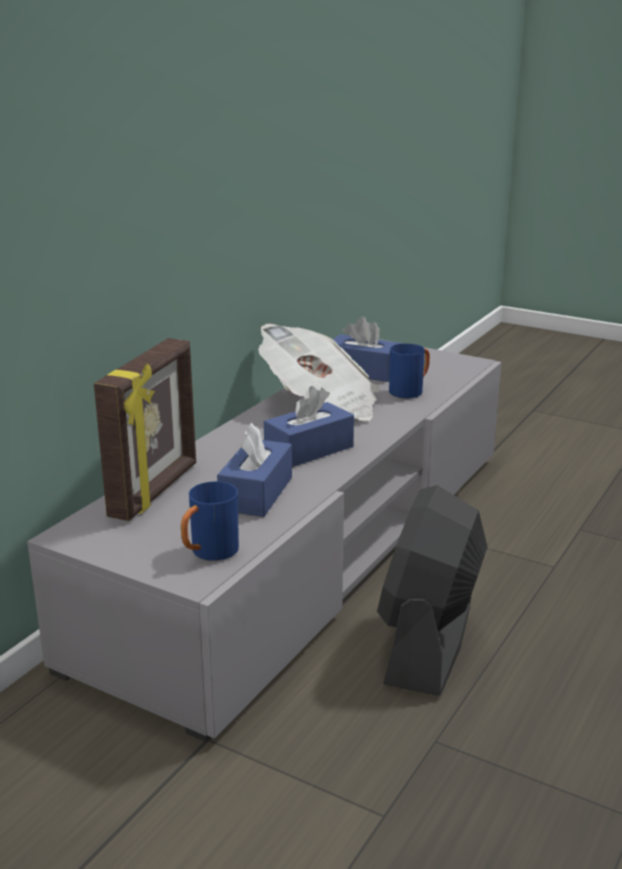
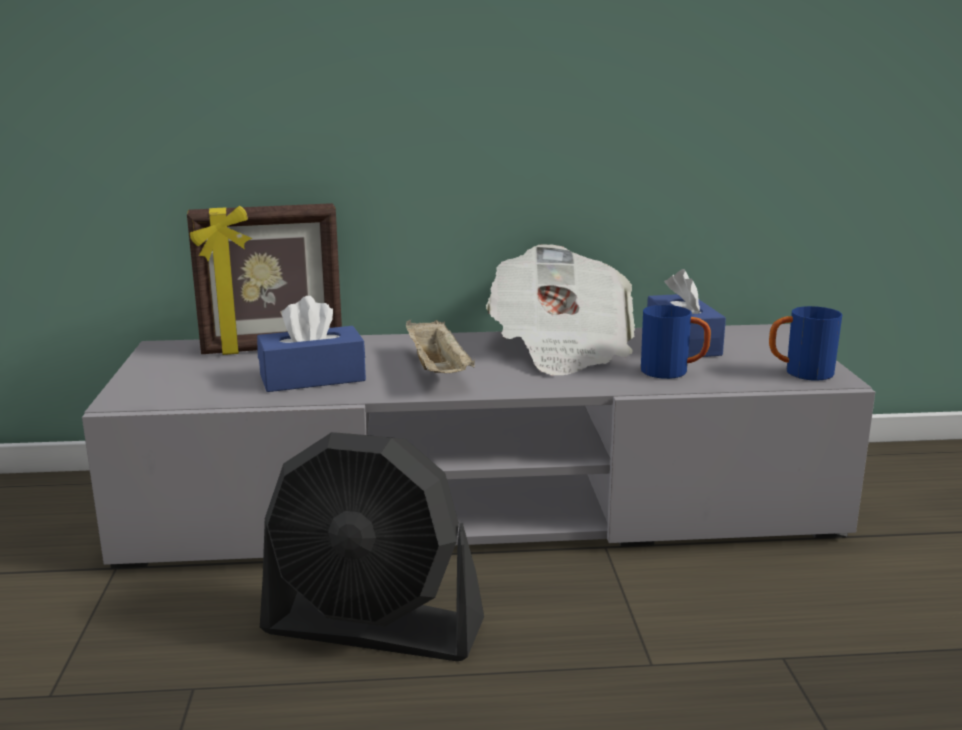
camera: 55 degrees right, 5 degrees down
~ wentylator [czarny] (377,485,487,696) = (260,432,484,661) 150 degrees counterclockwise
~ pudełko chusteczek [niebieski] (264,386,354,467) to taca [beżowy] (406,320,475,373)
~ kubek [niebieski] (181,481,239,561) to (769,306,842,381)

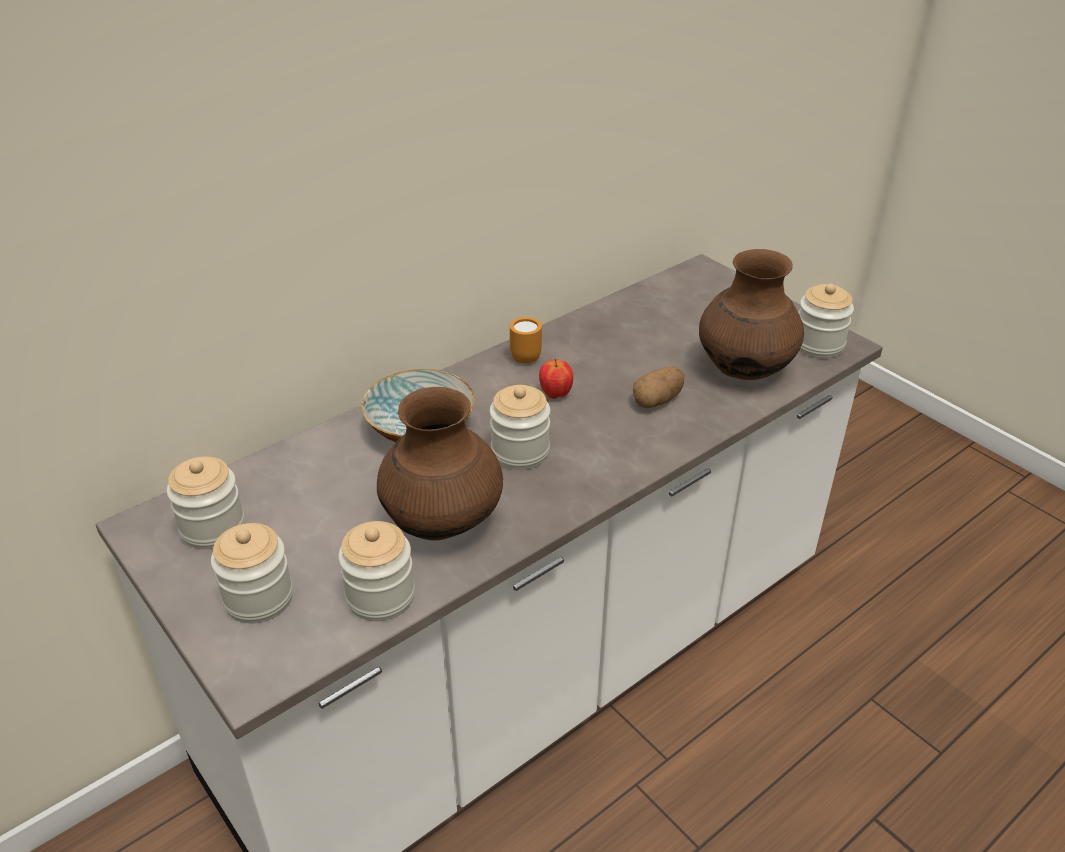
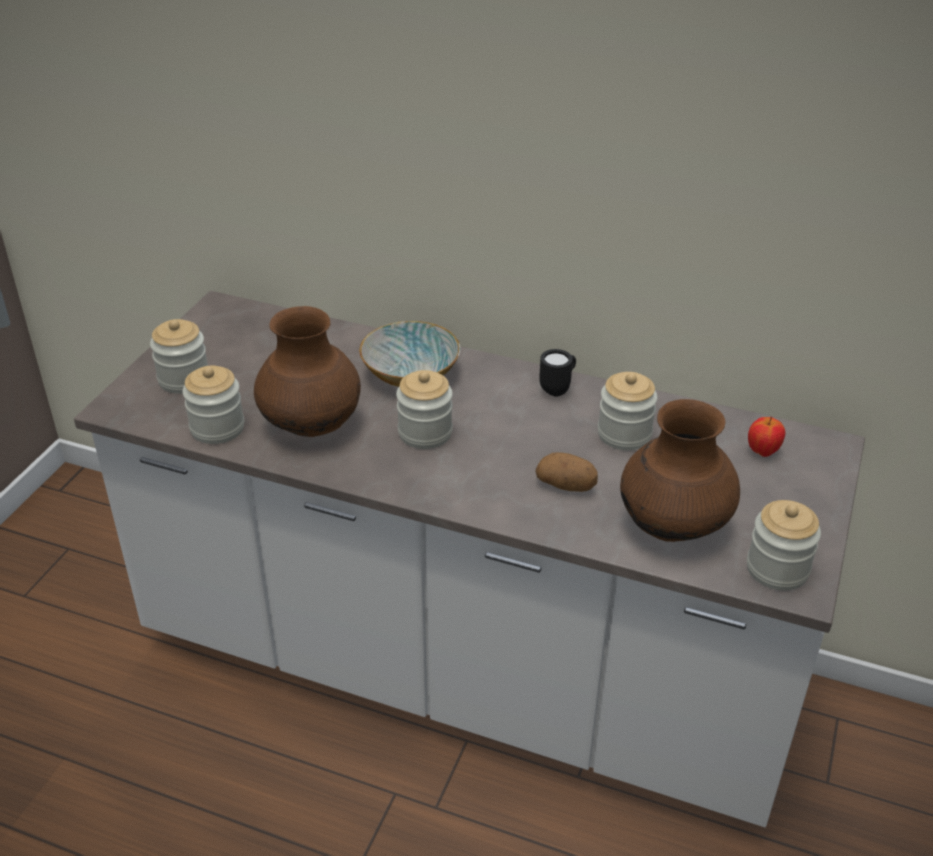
camera: 60 degrees right, 0 degrees up
~ kubek [pomarańczowy] (510,317,542,363) to kubek [czarny] (539,349,576,397)
~ słoik (167,457,245,549) to (598,372,658,450)
~ jabłko (539,359,573,399) to (748,417,785,457)

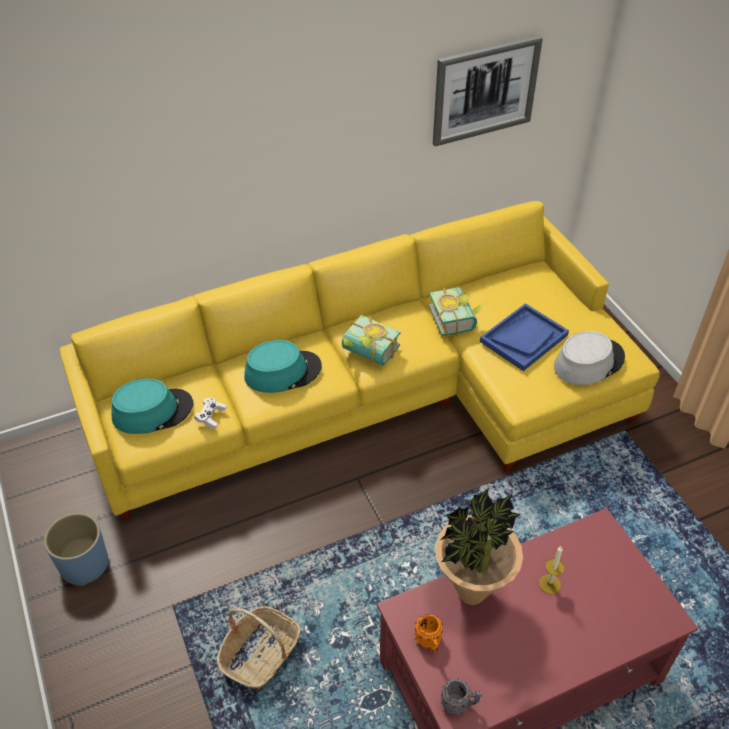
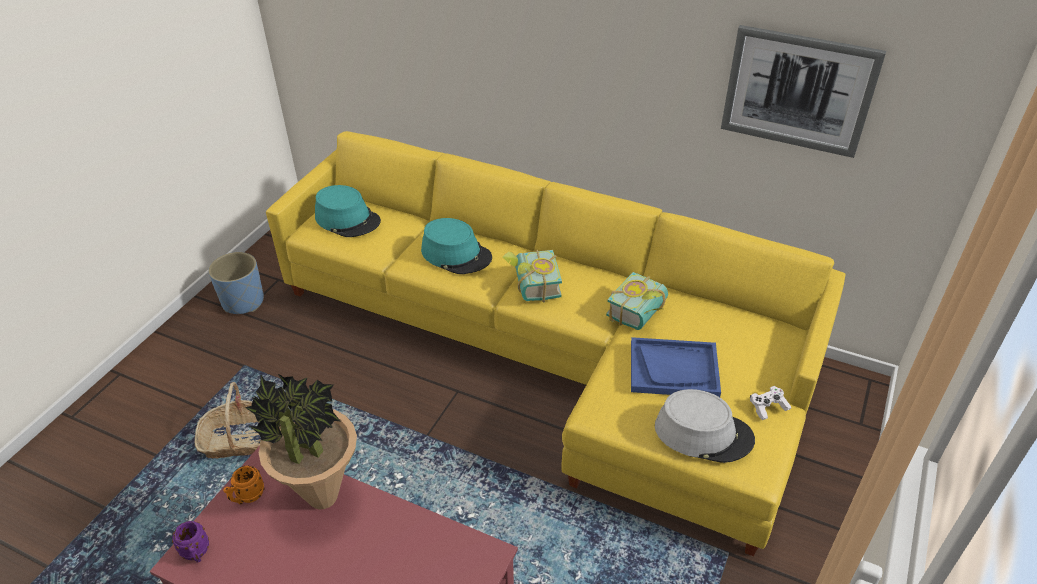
camera: 50 degrees right, 5 degrees down
~ kubek [szary] (441,678,482,715) to kubek [fioletowy] (172,521,209,563)
~ pad do gier [biały] (194,398,227,429) to (750,386,791,420)
- świeca (539,546,565,594)

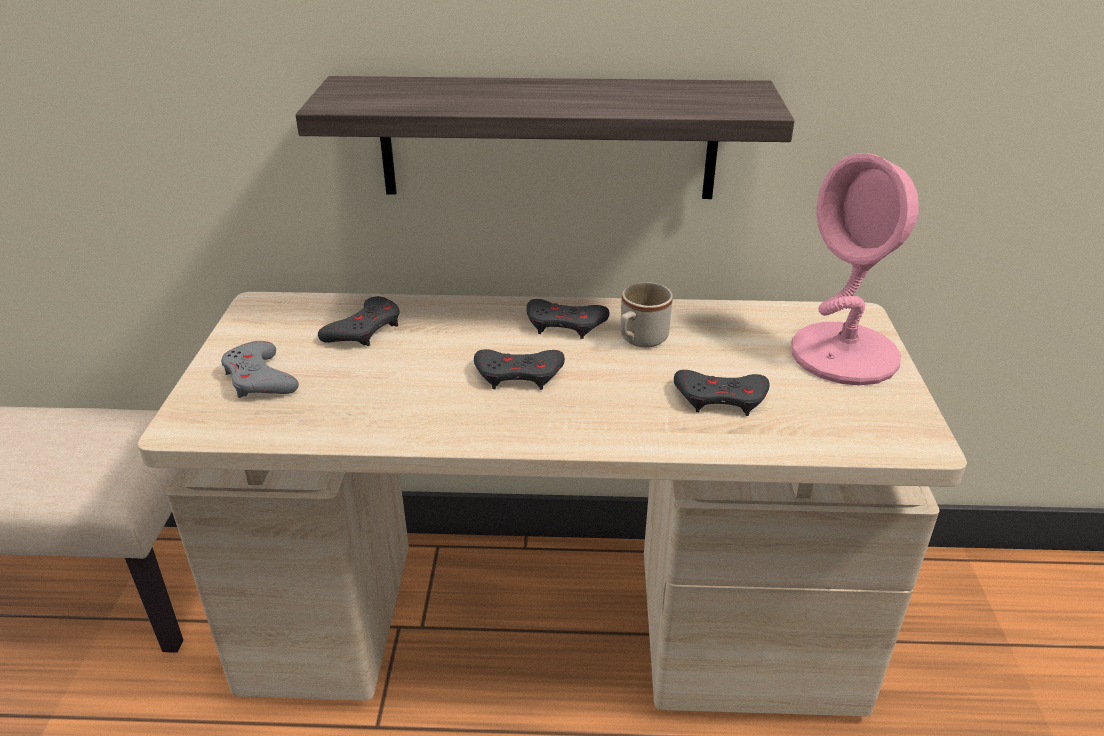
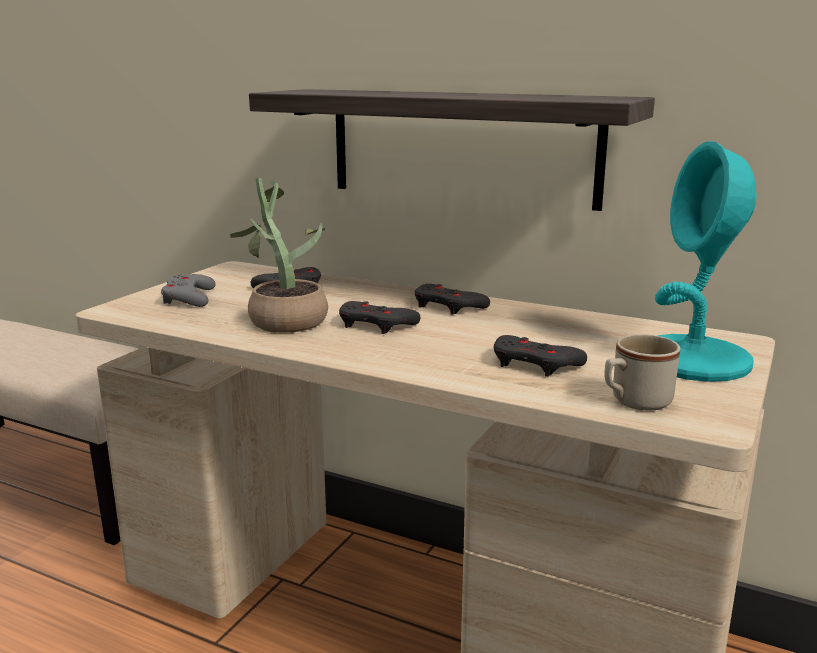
camera: 25 degrees right, 15 degrees down
+ roślina doniczkowa (230,178,328,333)
~ kubek [beżowy] (620,282,673,347) to (604,334,681,411)
~ lampa stołowa [różowy] (791,153,919,386) to lampa stołowa [turkusowy] (655,141,757,382)

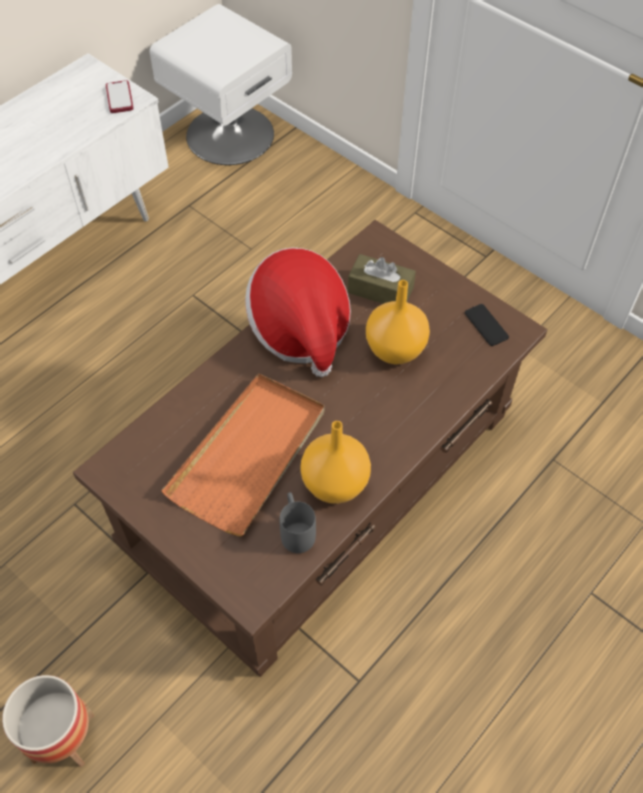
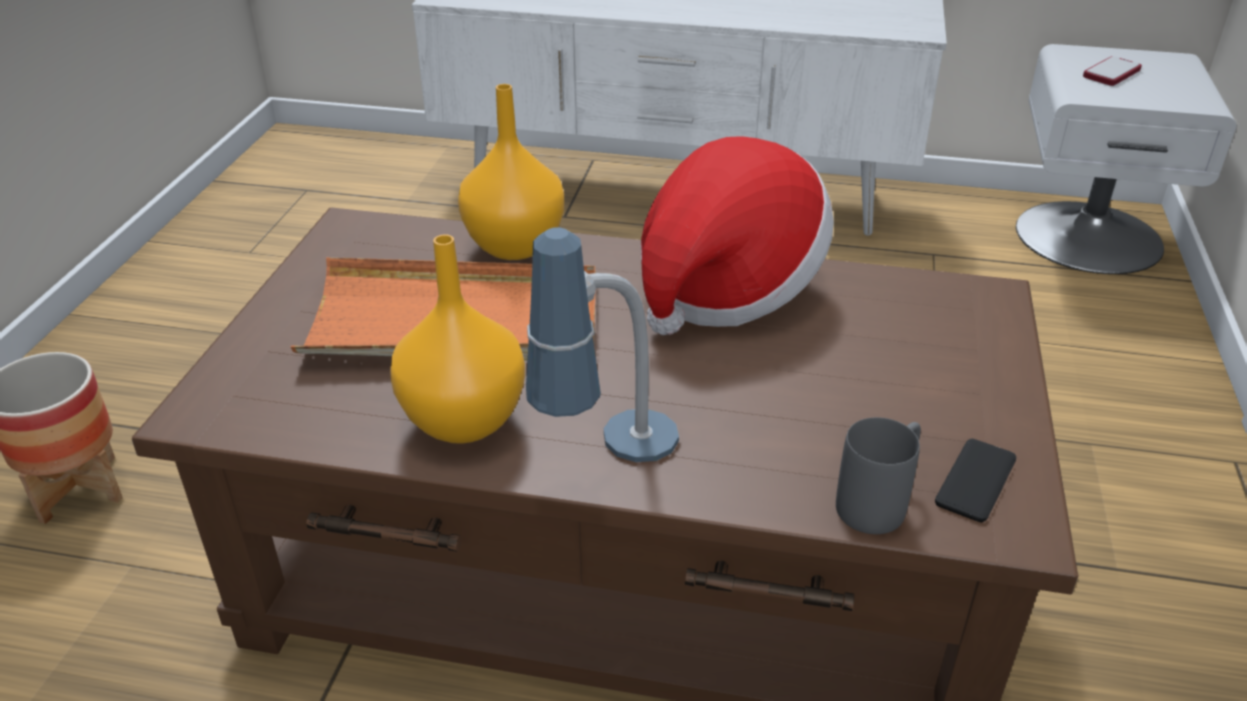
camera: 60 degrees right, 20 degrees down
~ wazon [pomarańczowy] (366,280,430,364) to (458,84,564,260)
+ lampa stołowa (526,227,679,462)
~ kubek [szary] (280,492,316,553) to (836,417,921,534)
~ telefon (106,80,134,113) to (1083,56,1142,86)
- pudełko chusteczek [brązowy] (348,254,416,304)

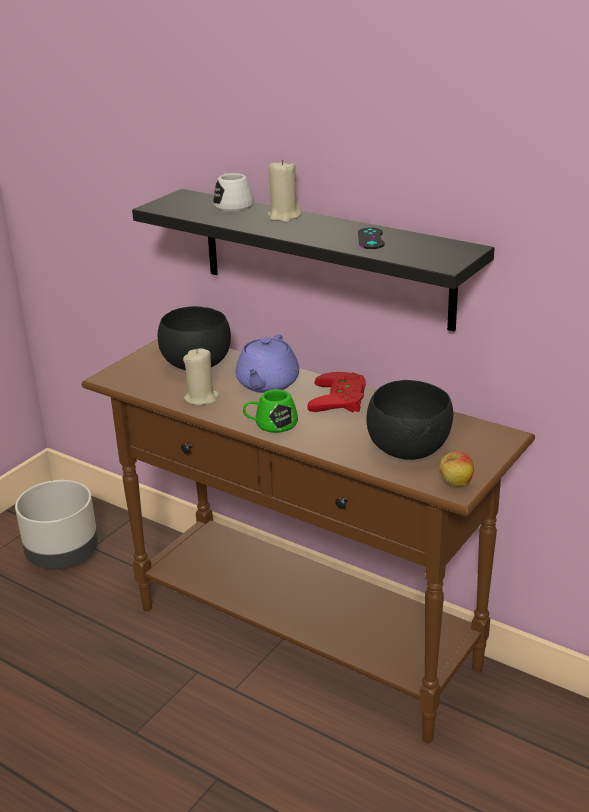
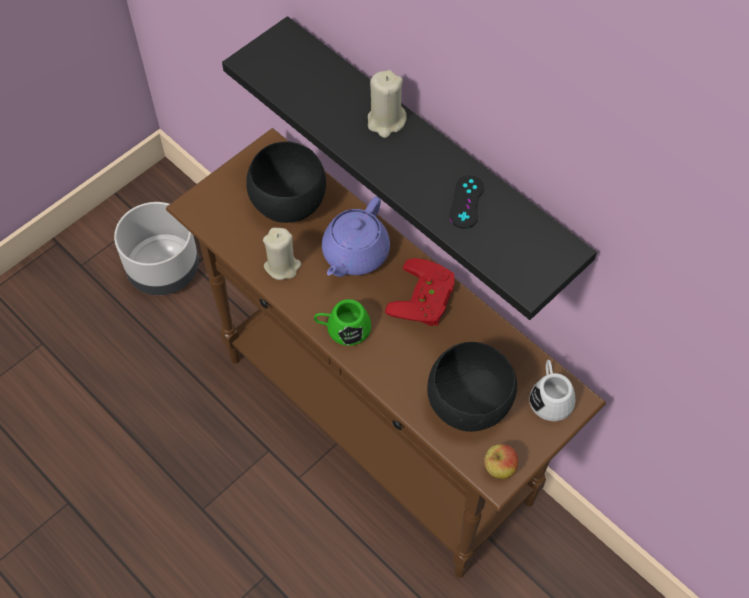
camera: 10 degrees right, 30 degrees up
~ kubek [biały] (213,173,254,212) to (529,360,576,421)

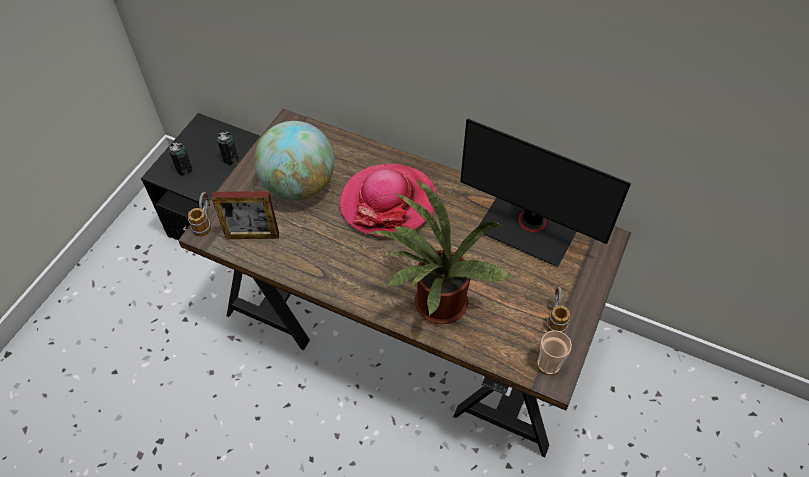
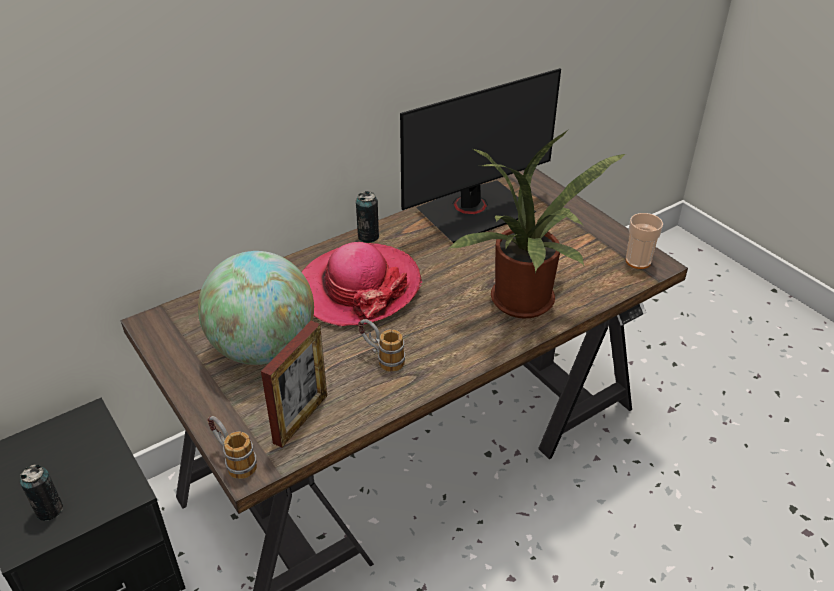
camera: 60 degrees left, 15 degrees down
~ puszka (217,131,239,165) to (356,191,379,243)
~ kubek (546,286,570,333) to (358,319,405,372)

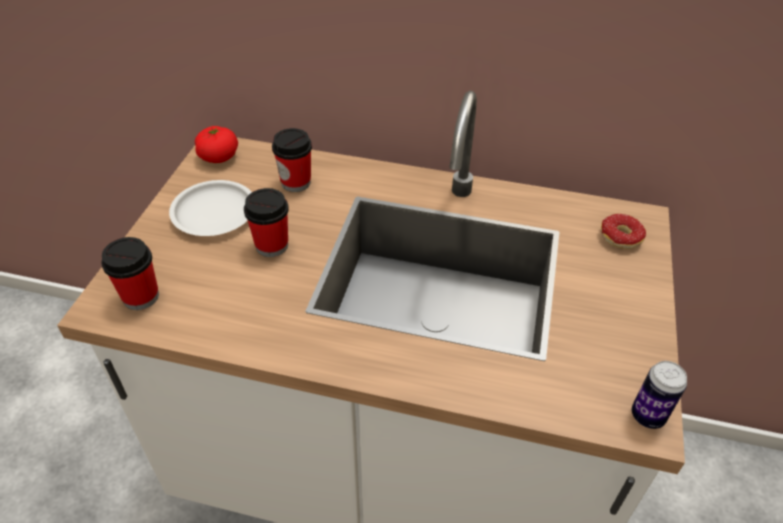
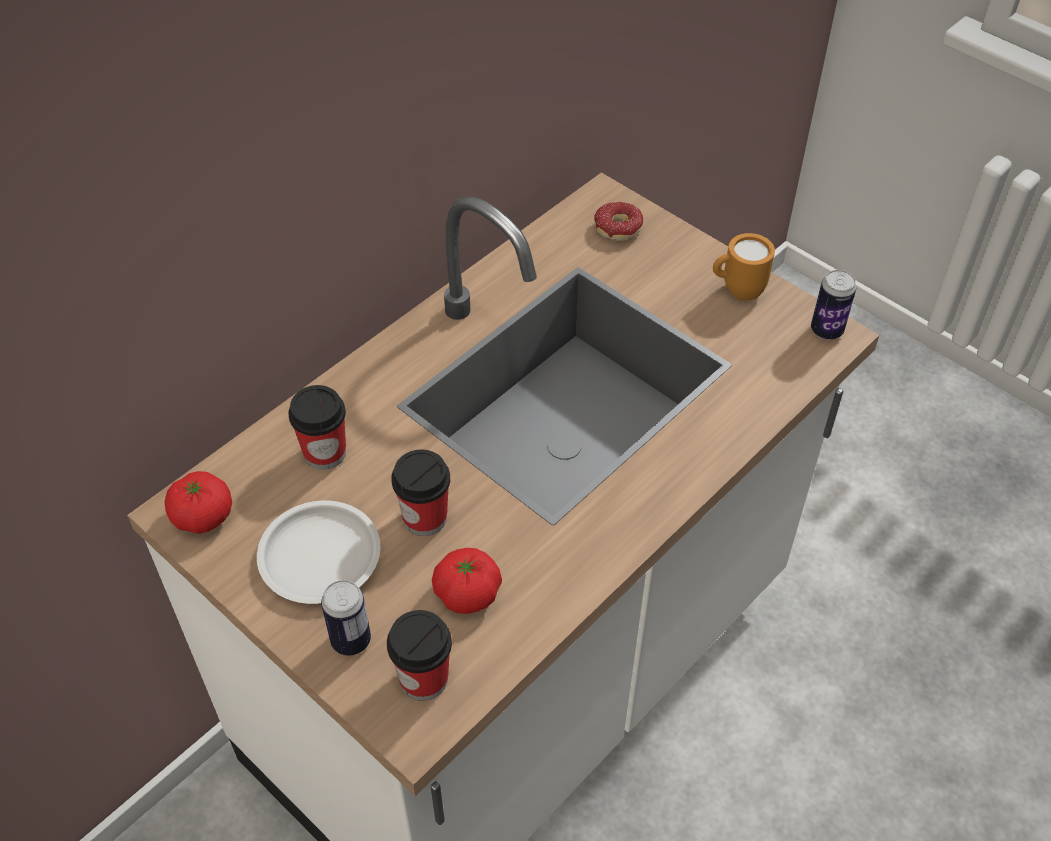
camera: 60 degrees left, 5 degrees up
+ puszka (321,580,371,655)
+ pomidor (432,548,502,614)
+ kubek [pomarańczowy] (713,233,775,301)

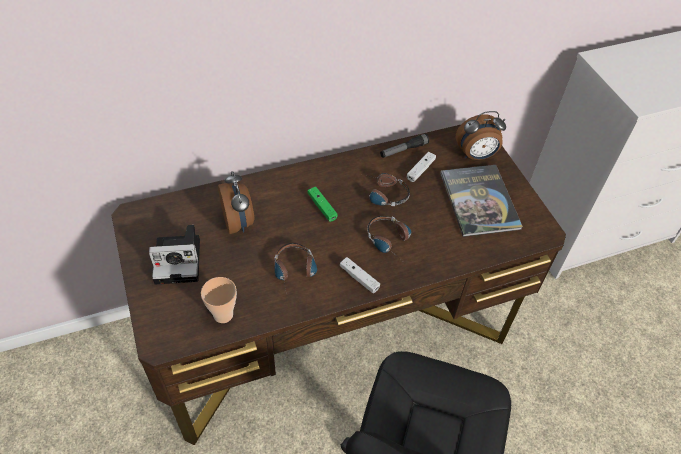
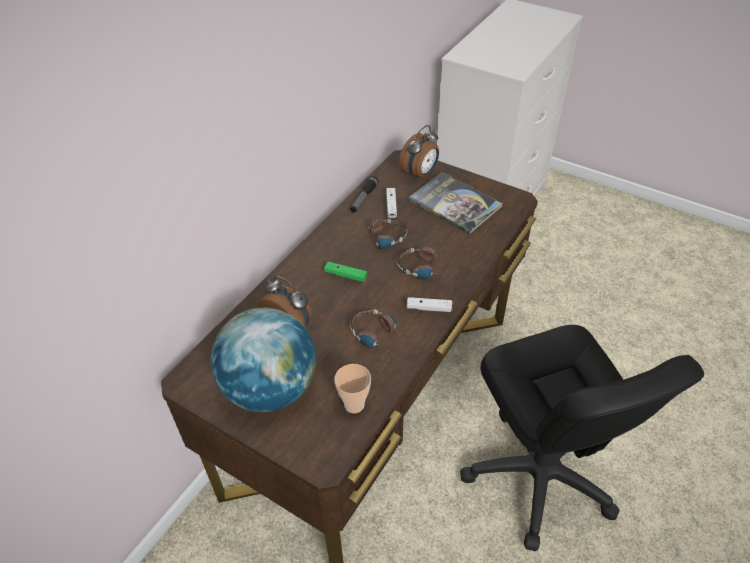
camera: 35 degrees left, 5 degrees down
~ aparat fotograficzny (149,225,200,285) to globus (211,308,316,412)

